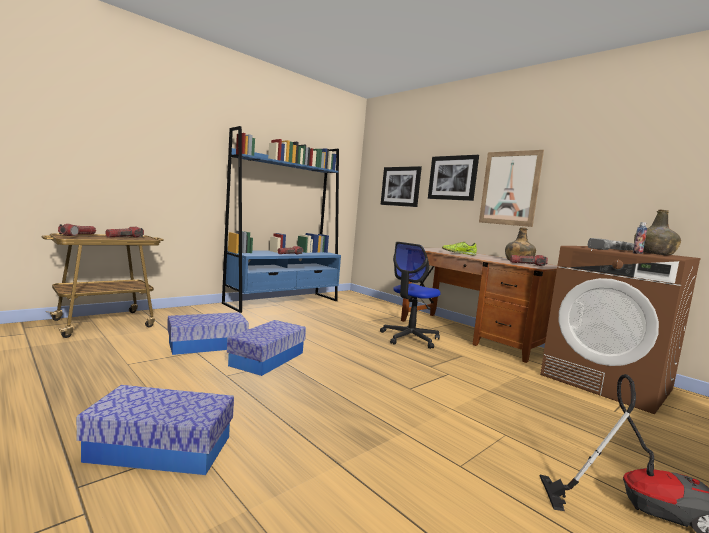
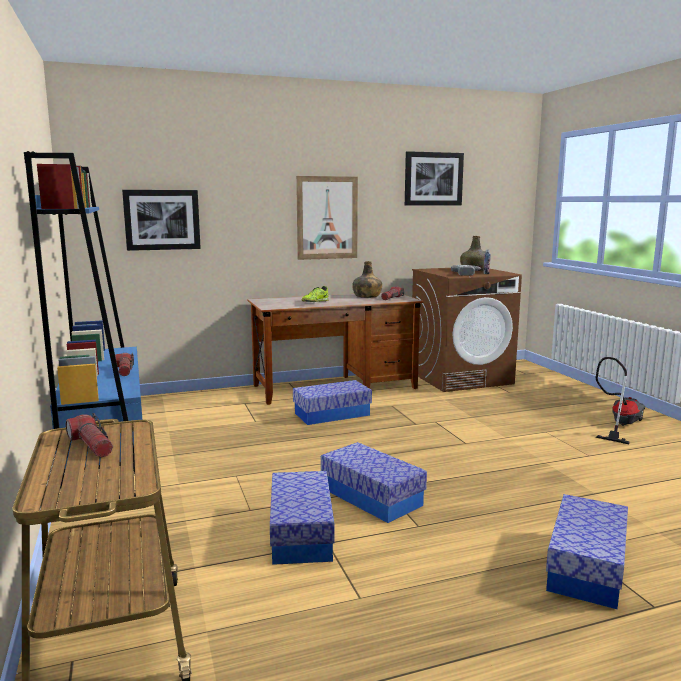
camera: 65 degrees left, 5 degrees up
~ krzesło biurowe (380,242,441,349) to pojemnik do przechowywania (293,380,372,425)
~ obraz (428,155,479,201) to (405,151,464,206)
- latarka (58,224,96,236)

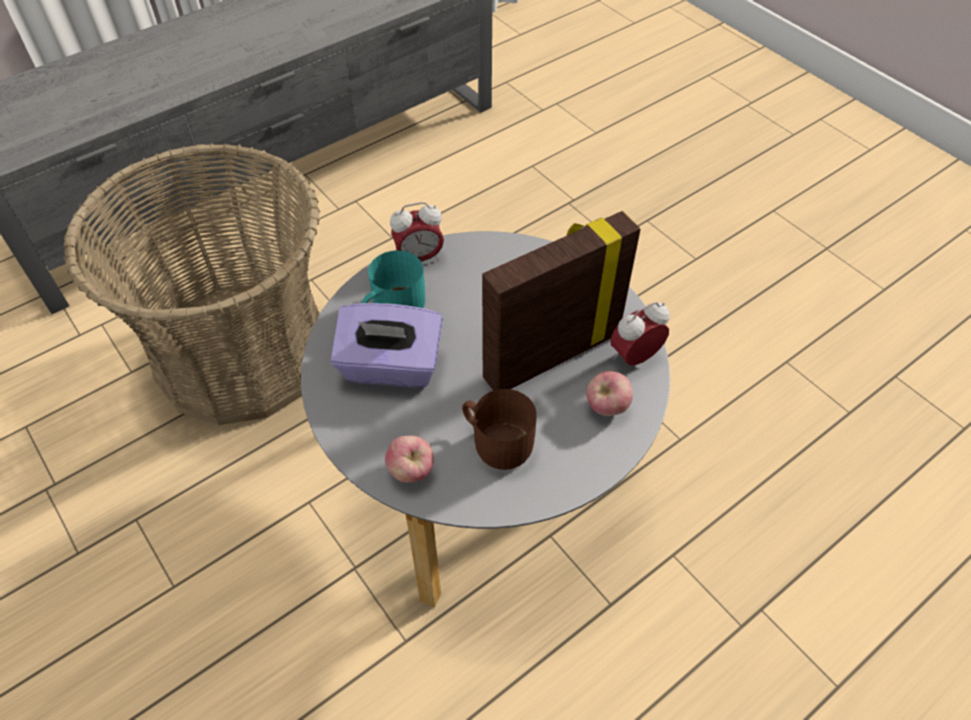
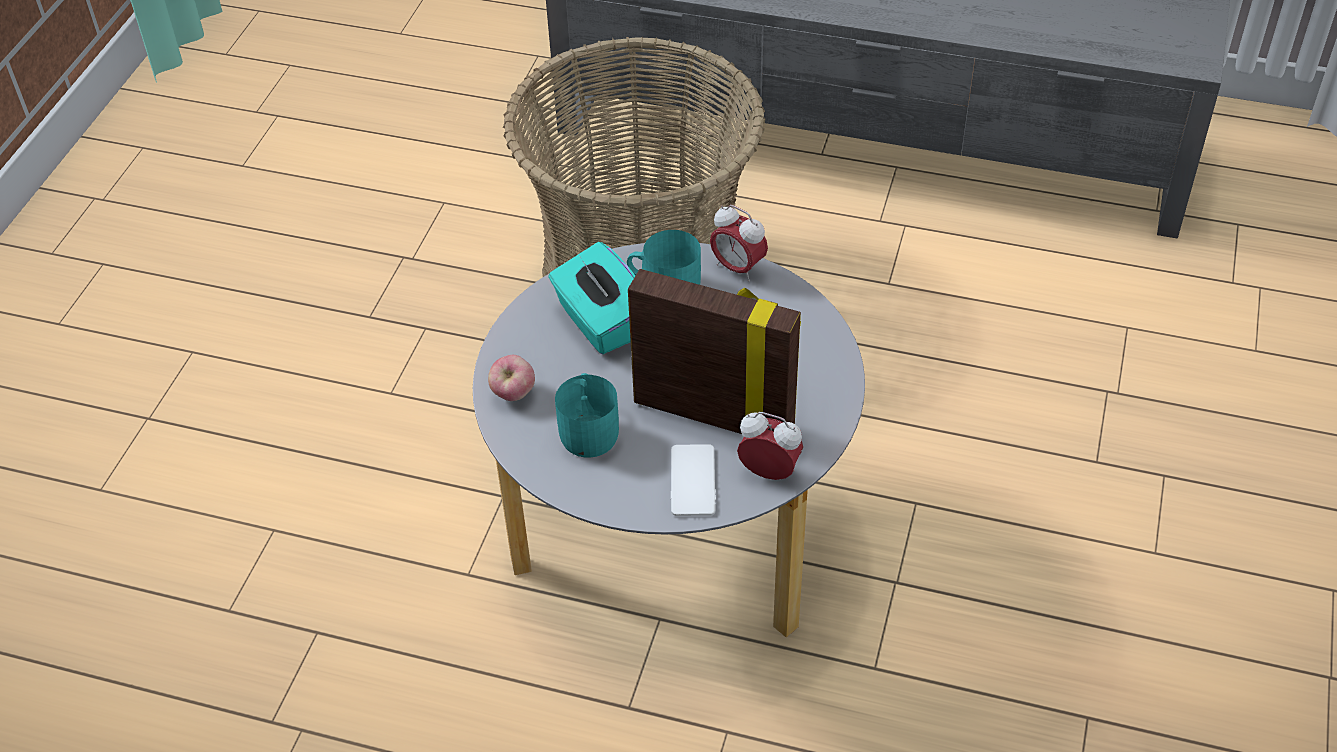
camera: 55 degrees right, 5 degrees down
~ pudełko chusteczek [fioletowy] (331,303,443,387) to pudełko chusteczek [turkusowy] (548,242,635,354)
~ kubek [brązowy] (462,389,537,470) to kubek [turkusowy] (555,373,619,458)
~ jabłko (586,371,633,416) to telefon (671,444,716,516)

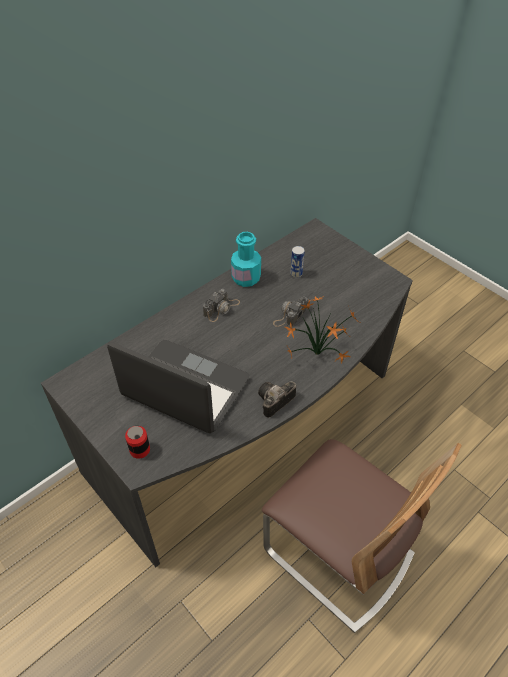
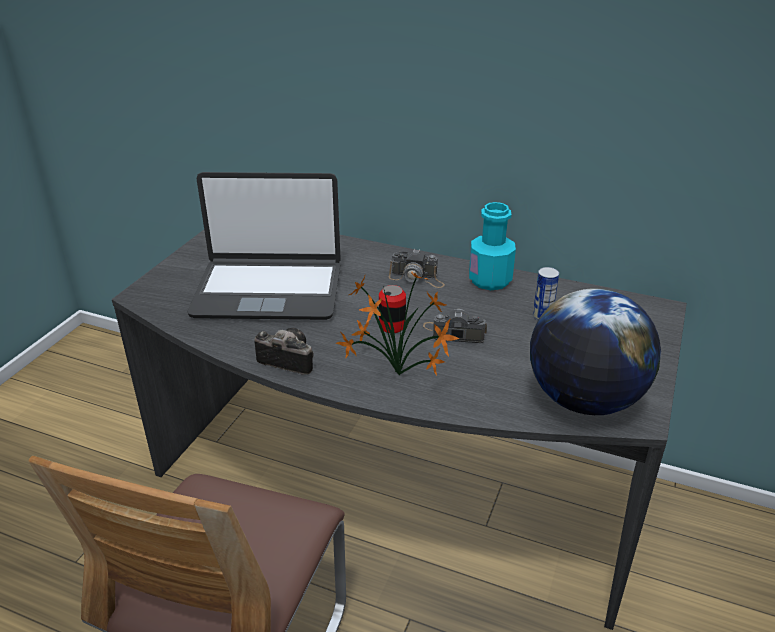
camera: 65 degrees right, 15 degrees down
~ laptop (107,340,249,433) = (188,172,341,320) 90 degrees clockwise
~ puszka (125,426,150,459) to (379,285,406,333)
+ globus (530,288,661,415)

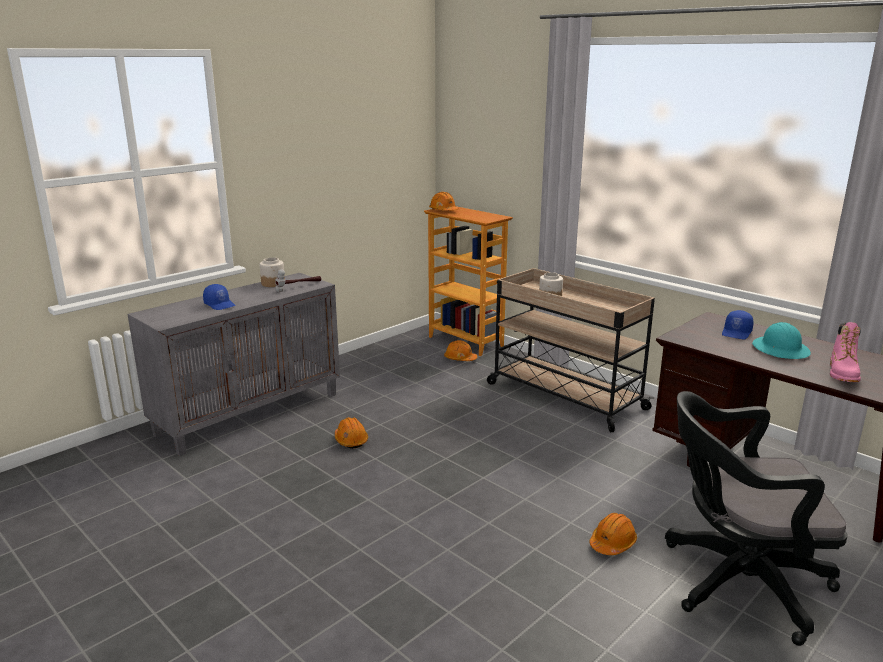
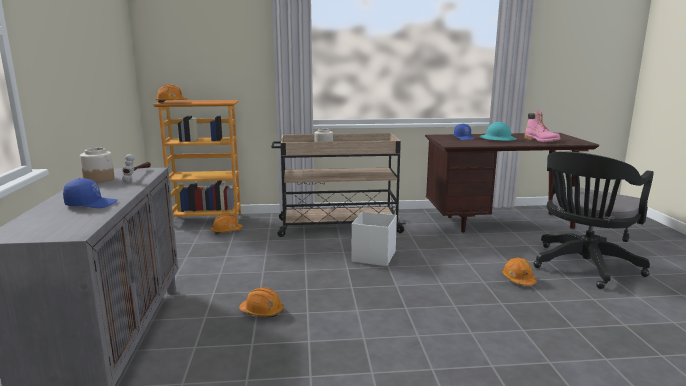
camera: 50 degrees left, 5 degrees down
+ pojemnik do przechowywania [biały] (352,212,397,266)

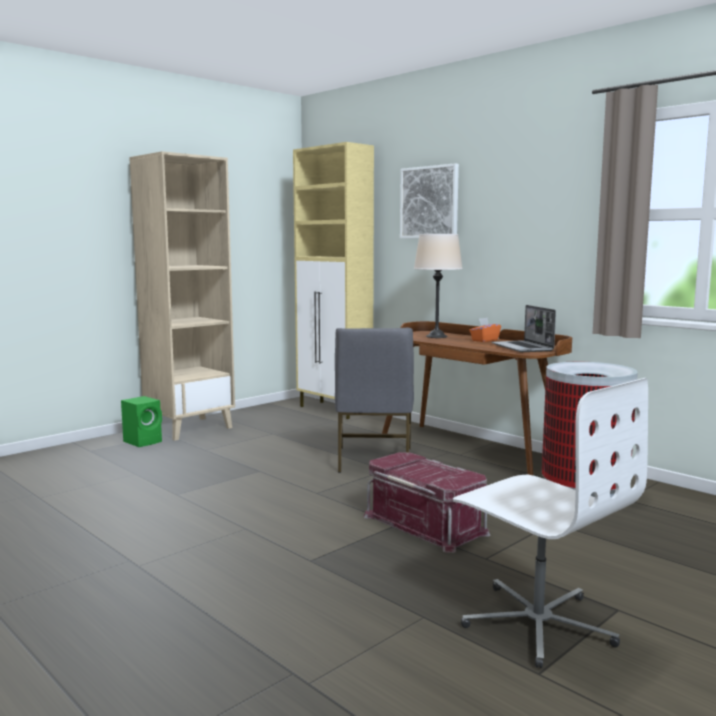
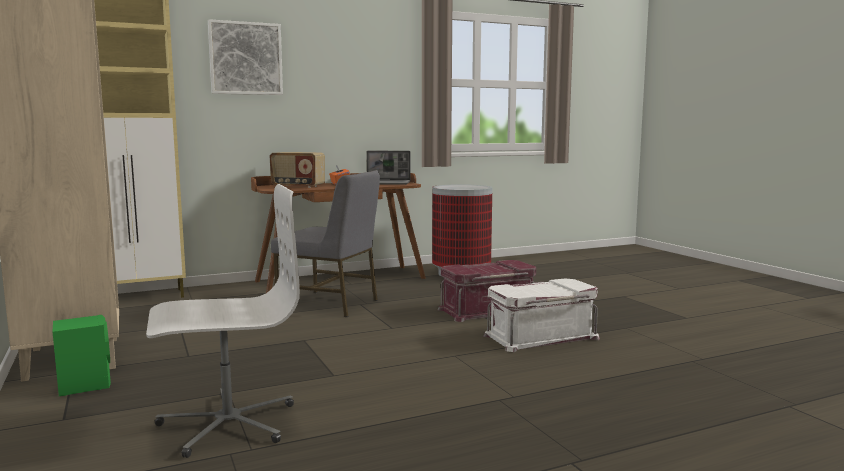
camera: 70 degrees left, 0 degrees up
~ krzesło biurowe [biały] (453,378,648,668) to (146,184,300,458)
~ lampa stołowa [beżowy] (414,234,463,338) to radio (270,152,325,188)
+ pojemnik do przechowywania [biały] (483,278,600,352)

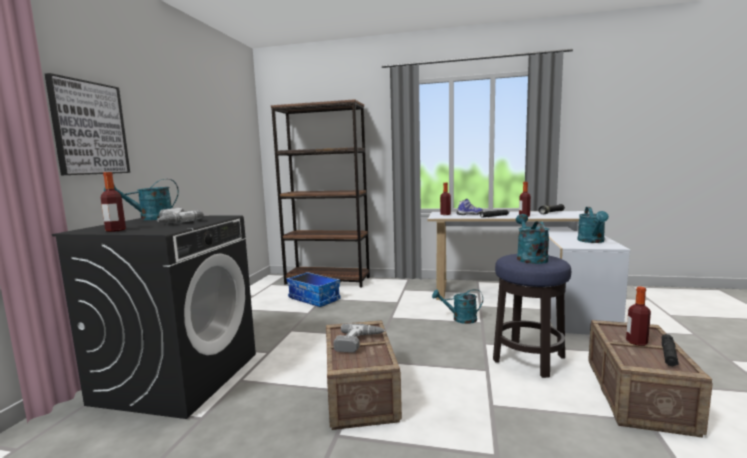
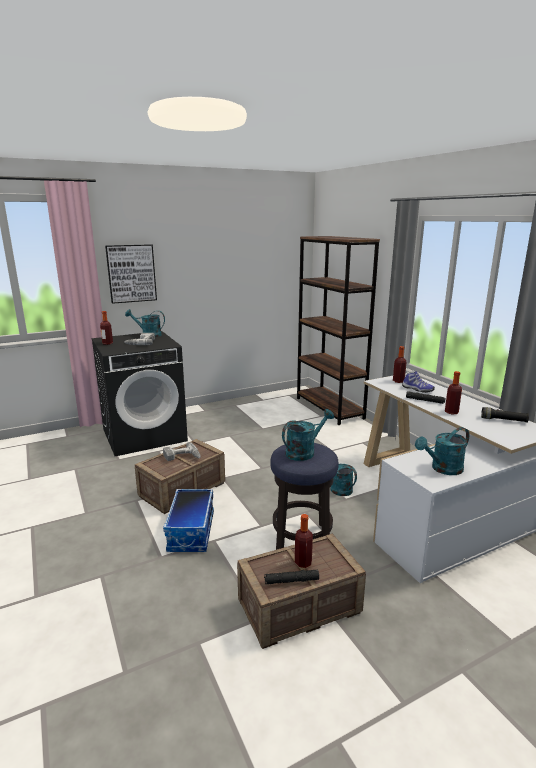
camera: 50 degrees right, 10 degrees up
~ pojemnik do przechowywania (287,272,340,307) to (163,489,214,552)

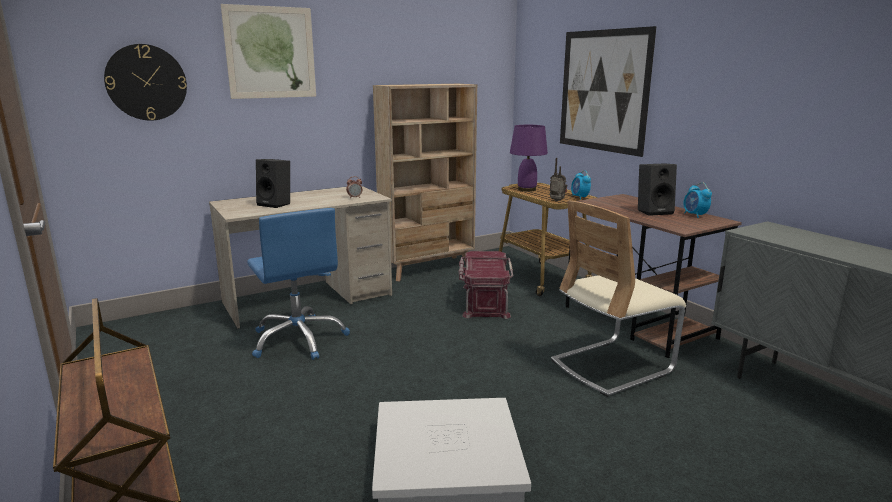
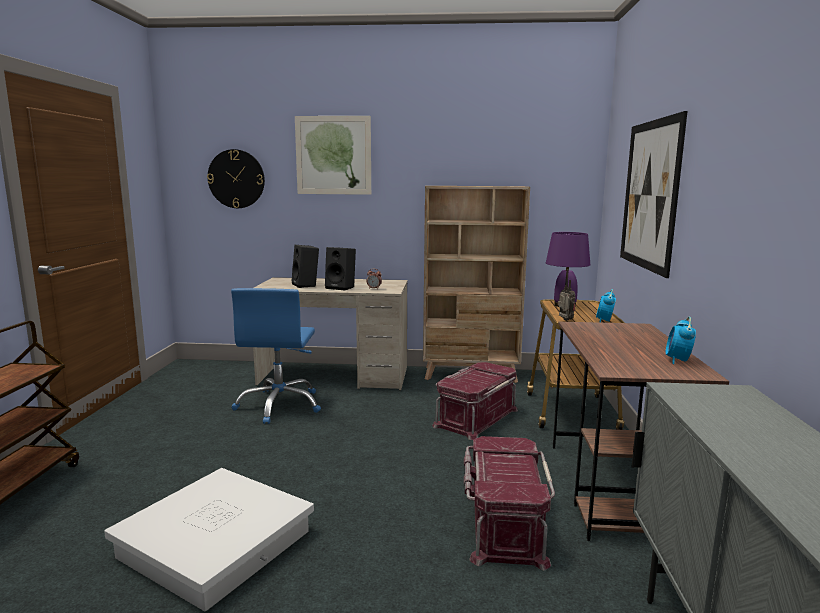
camera: 35 degrees right, 5 degrees down
~ głośnik [czarny] (638,164,677,216) to (325,247,356,290)
~ krzesło [beżowy] (551,200,686,397) to pojemnik do przechowywania [czerwony] (464,436,555,571)

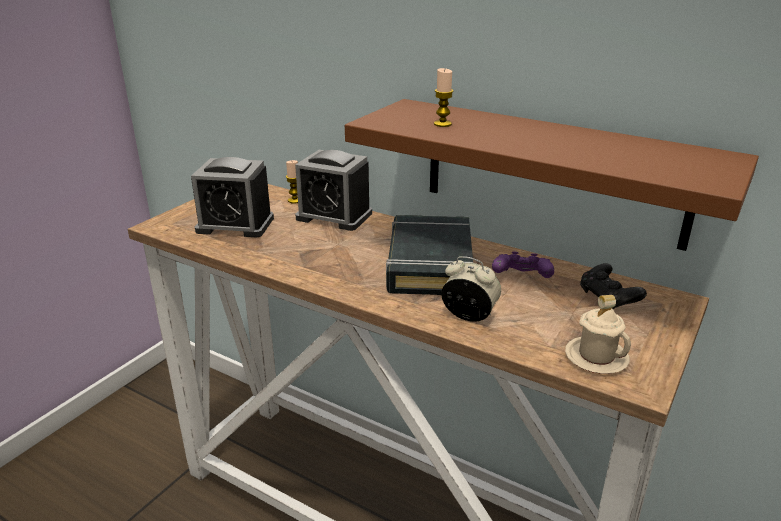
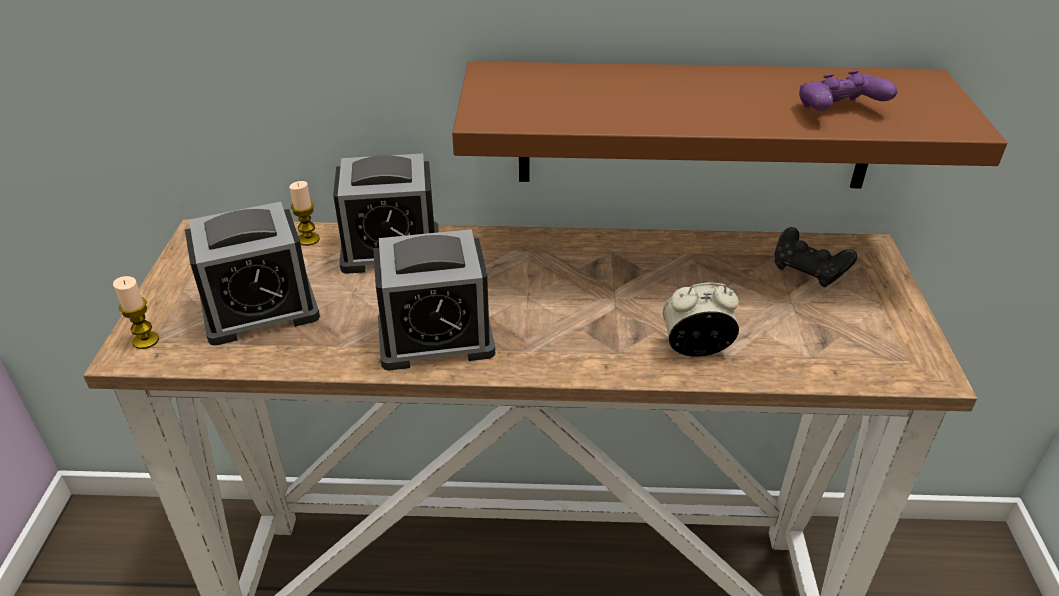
camera: 30 degrees left, 10 degrees up
~ świeca (434,68,453,127) to (113,276,159,349)
+ budzik (373,229,495,371)
~ pad do gier [fioletowy] (492,252,554,278) to (799,70,897,111)
- książka [czarny] (386,215,473,295)
- kubek [beżowy] (565,295,631,374)

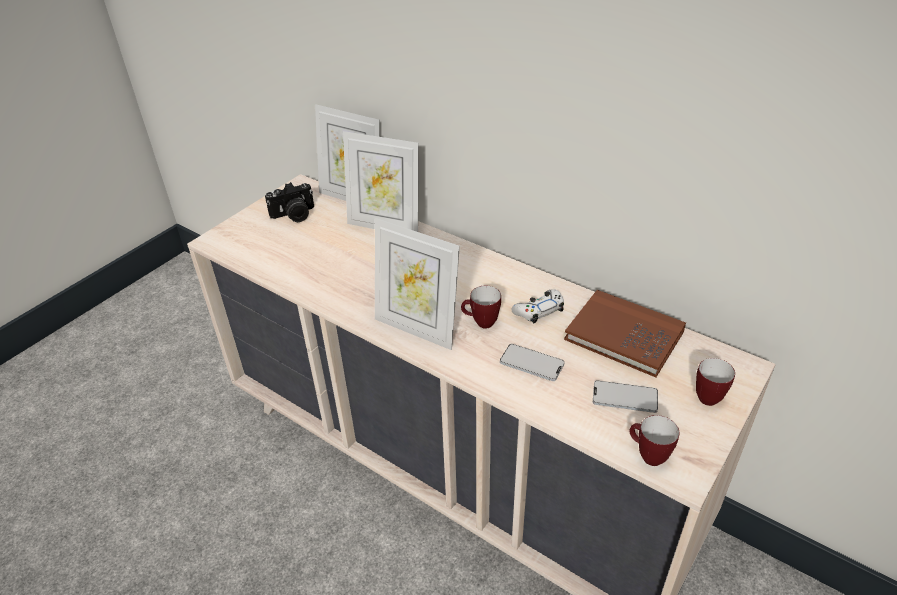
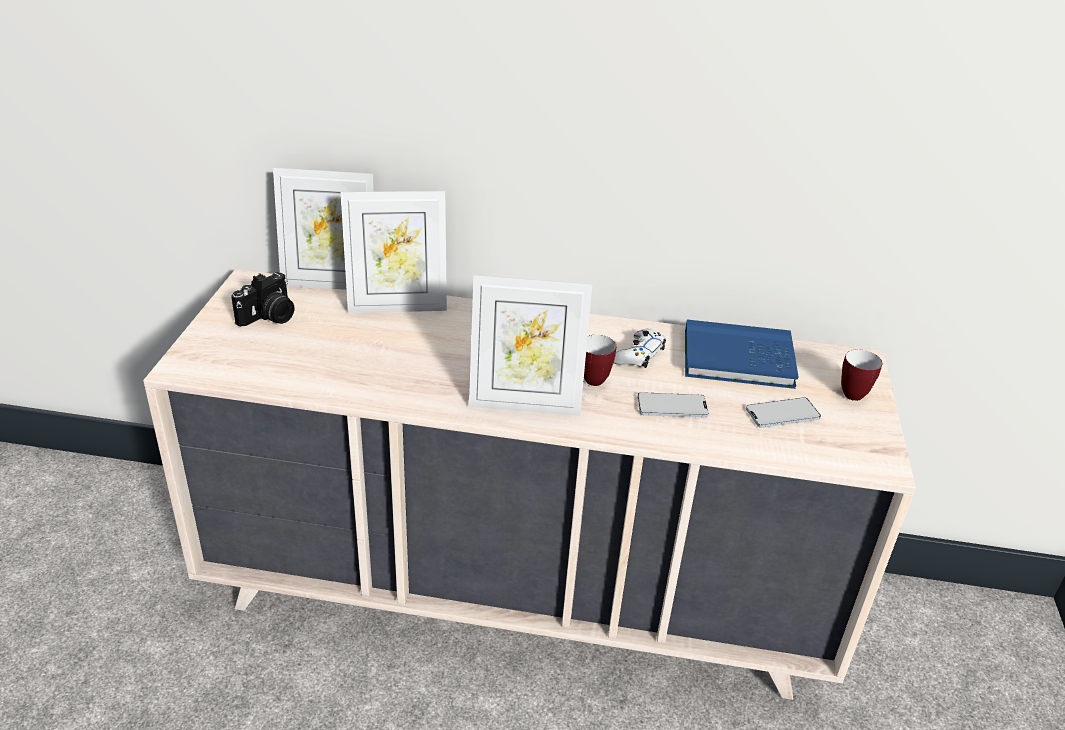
camera: 30 degrees left, 5 degrees down
~ książka [brązowy] (564,290,686,377) to książka [niebieski] (685,320,799,389)
- kubek (629,415,679,466)

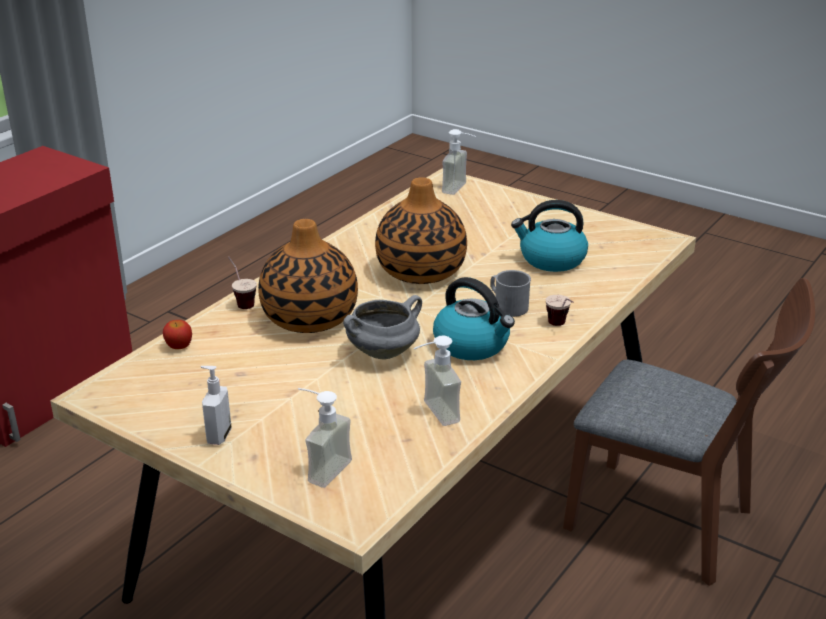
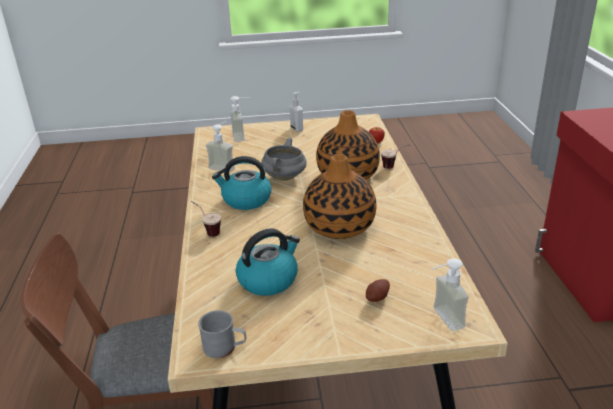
camera: 140 degrees right, 0 degrees up
~ kubek [szary] (491,270,531,317) to (198,310,246,358)
+ ziemniak (366,279,390,302)

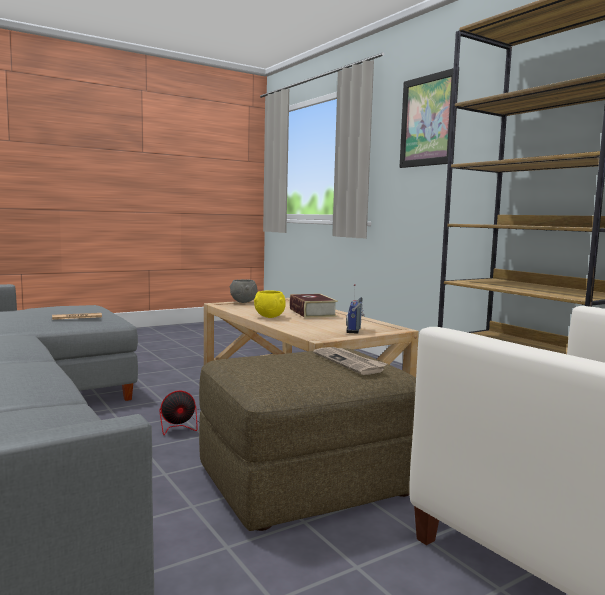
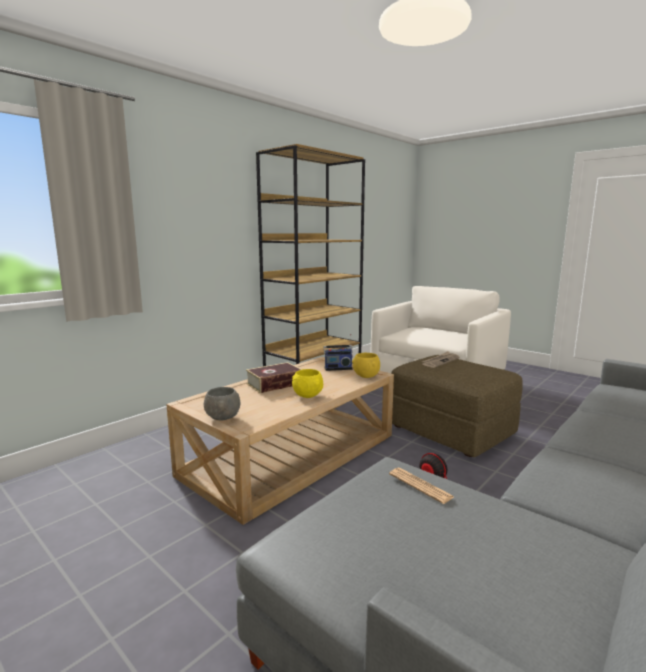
camera: 105 degrees left, 5 degrees up
+ miska [żółty] (352,353,380,378)
- obraz (399,68,459,168)

